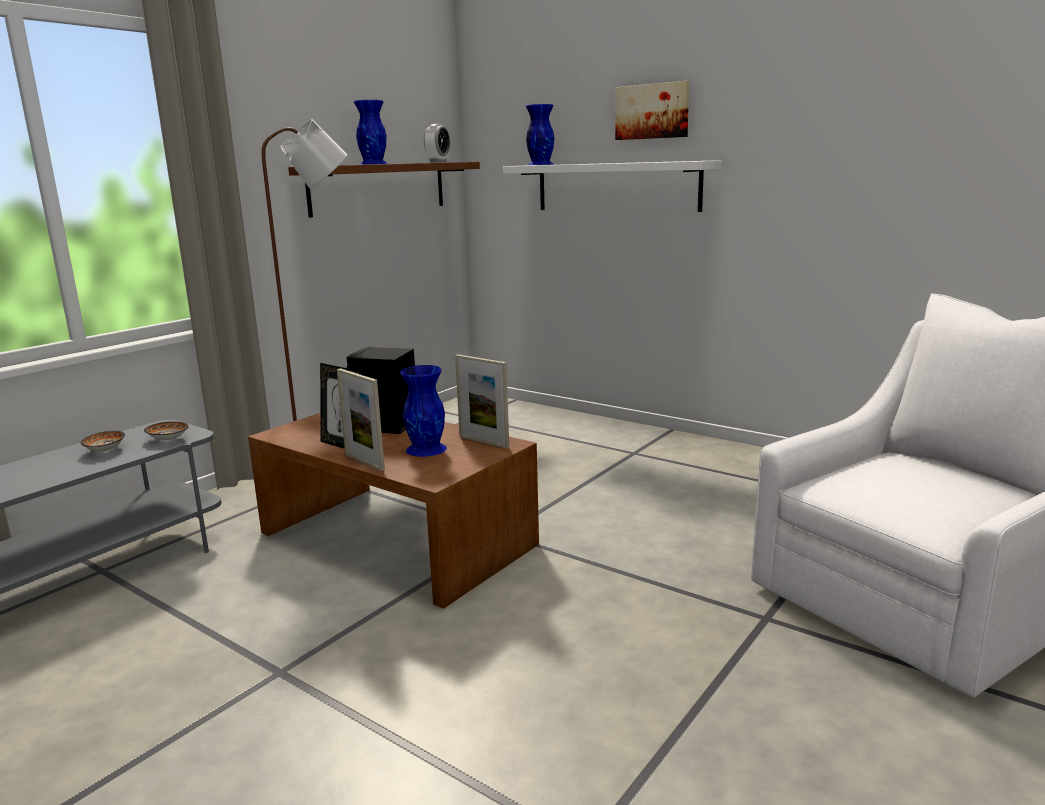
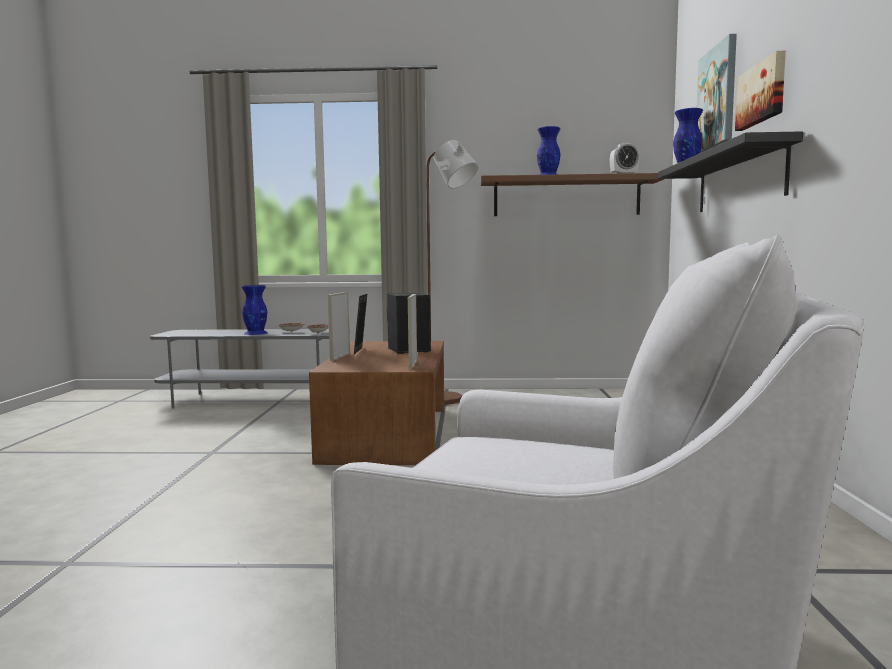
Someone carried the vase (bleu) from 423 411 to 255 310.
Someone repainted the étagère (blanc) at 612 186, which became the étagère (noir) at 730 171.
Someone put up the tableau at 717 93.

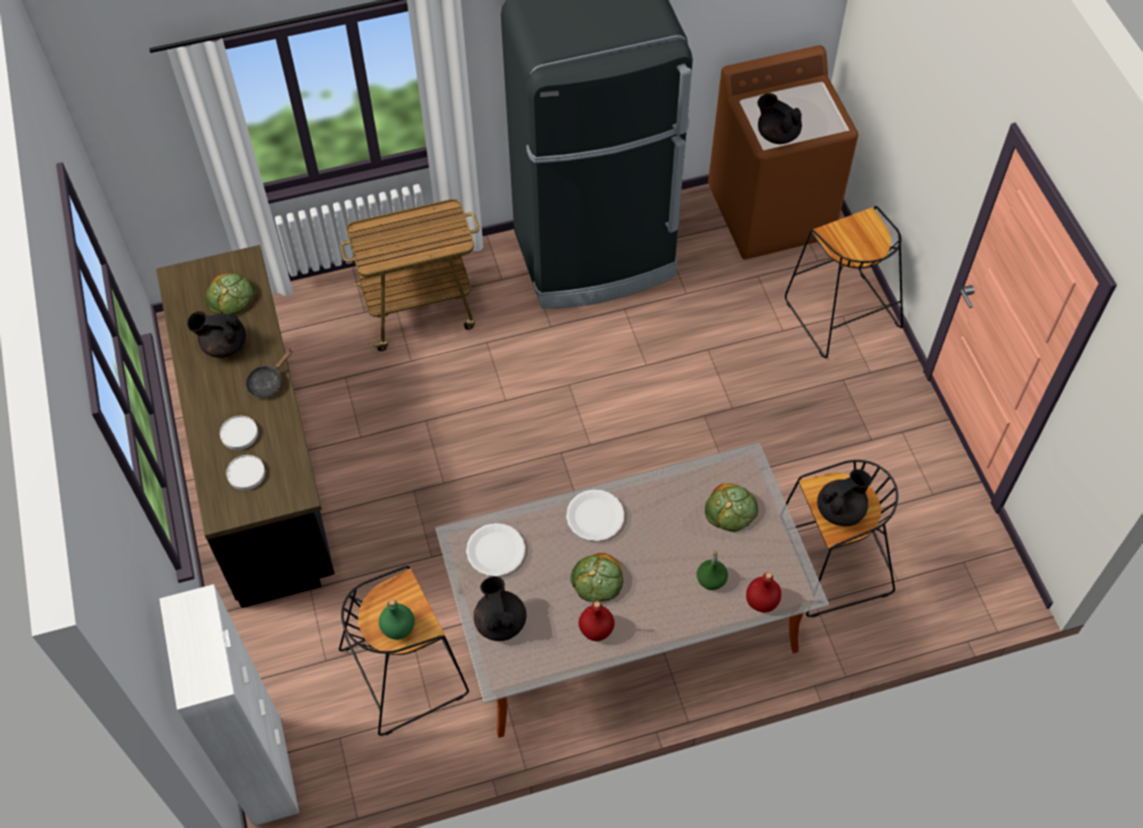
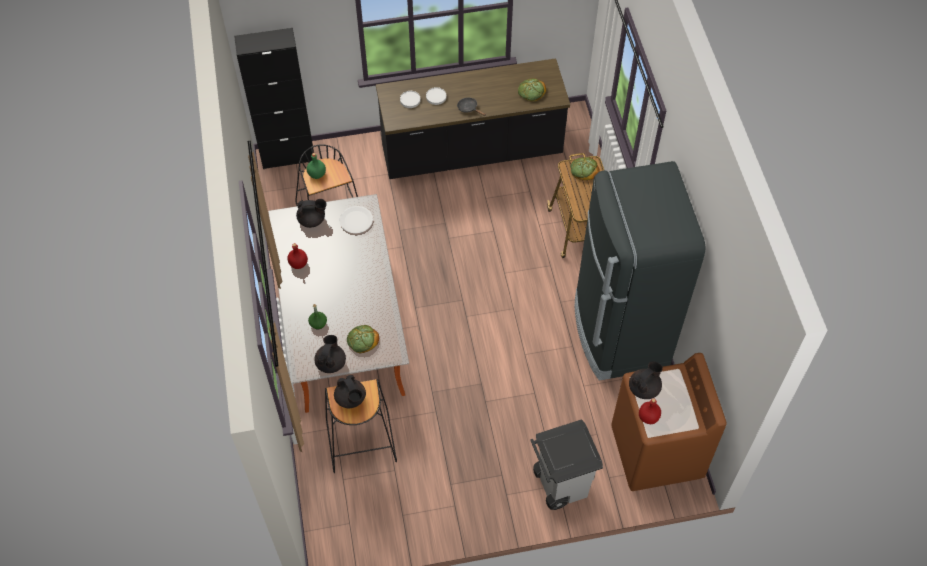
Someone repainted the meuble de rangement (blanc) at 229 705, which became the meuble de rangement (noir) at 274 98.
Someone carried the théière (noir) from 216 334 to 330 354.
Someone swapped the tabouret (noir) at 844 282 for the poubelle (gris) at 566 464.
Someone carried the pain from 596 577 to 585 168.
Someone carried the bouteille (rouge) from 763 592 to 650 411.
Someone took away the assiette (blanc) at 595 515.

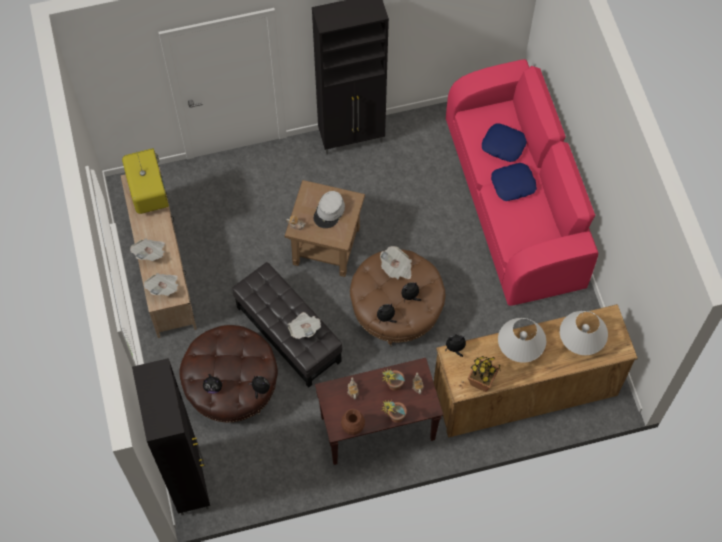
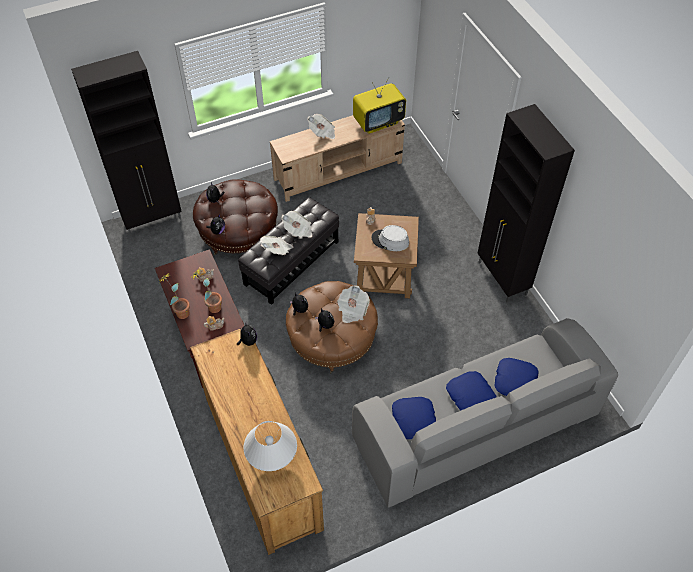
Someone carried the journal from 161 284 to 297 224.
Someone repainted the canapé (rose) at 522 182, which became the canapé (gris) at 485 413.
Someone put down the coussin (bleu) at 414 418.
Someone took away the vase (marron) at 353 422.
Someone took away the plante en pot at 484 374.
Someone took away the lampe de table (blanc) at 522 340.

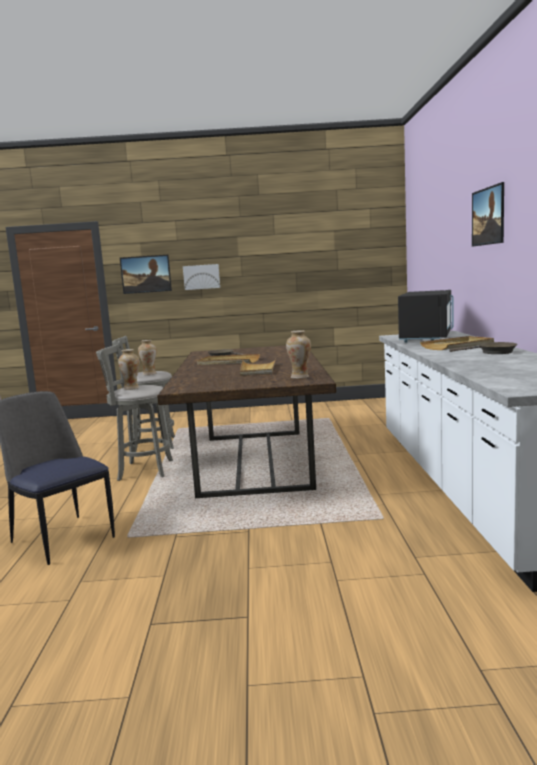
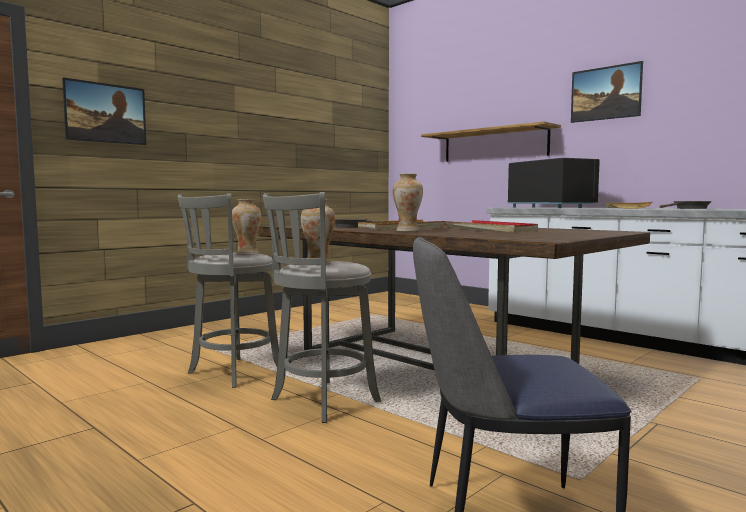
Someone carried the vase from 298 354 to 408 202.
Someone put up the étagère at 491 141.
Someone repainted the plateau (beige) at 258 367, which became the plateau (rouge) at 491 226.
Someone took away the tableau at 201 277.

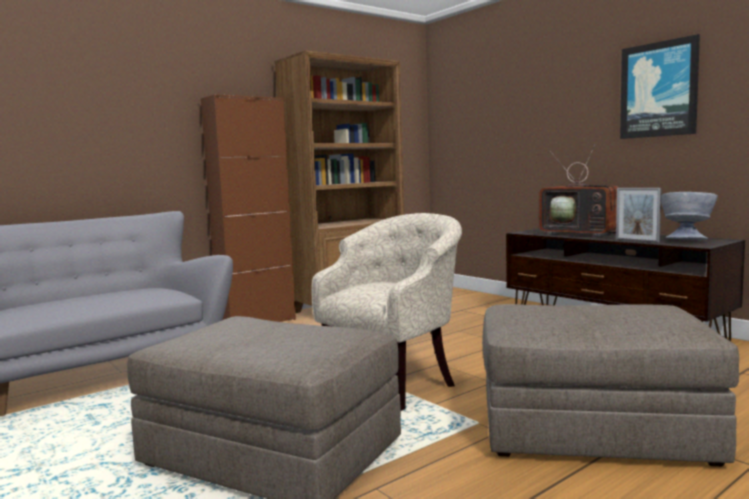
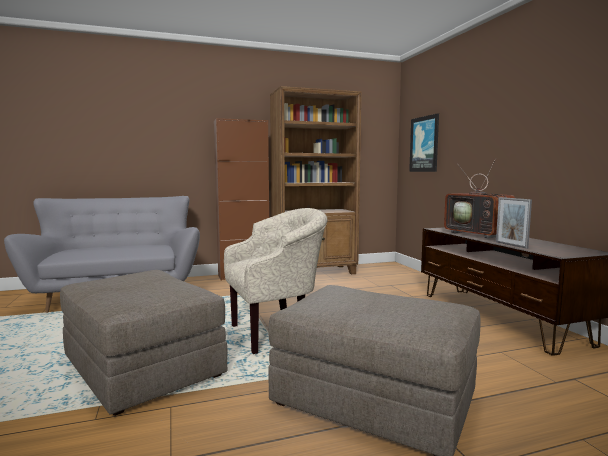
Someone carried the tableau from 660 86 to 424 142.
Someone took away the bol (gris) at 689 216.

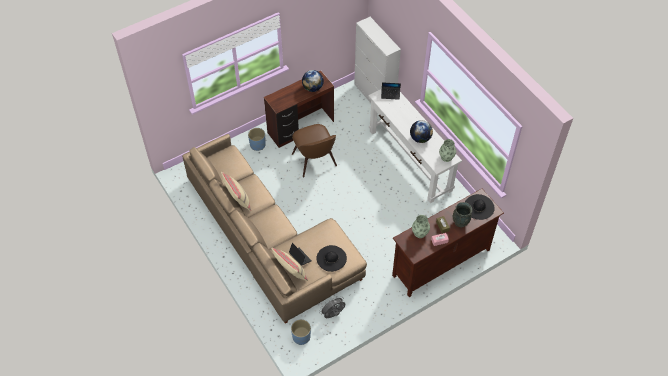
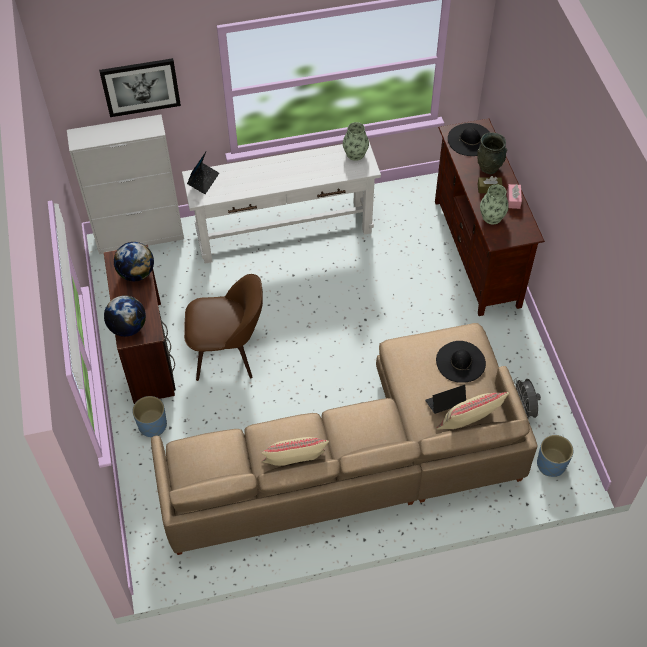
Someone put up the tableau at 140 87.
Someone carried the globe from 421 131 to 125 316.

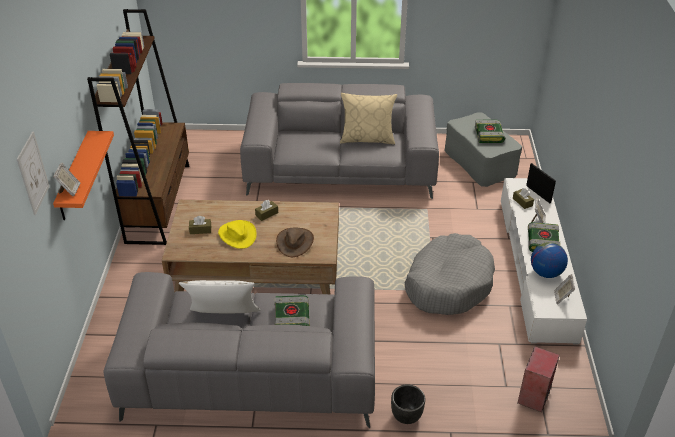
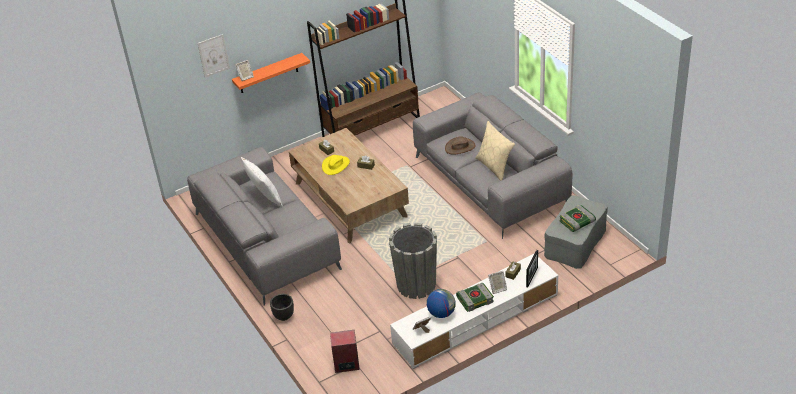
Someone swapped the panier pour chien (gris) at 450 274 for the cache-pot (gris) at 413 261.
Someone carried the chapeau (marron) from 295 242 to 460 145.
Someone took away the livre at 292 310.

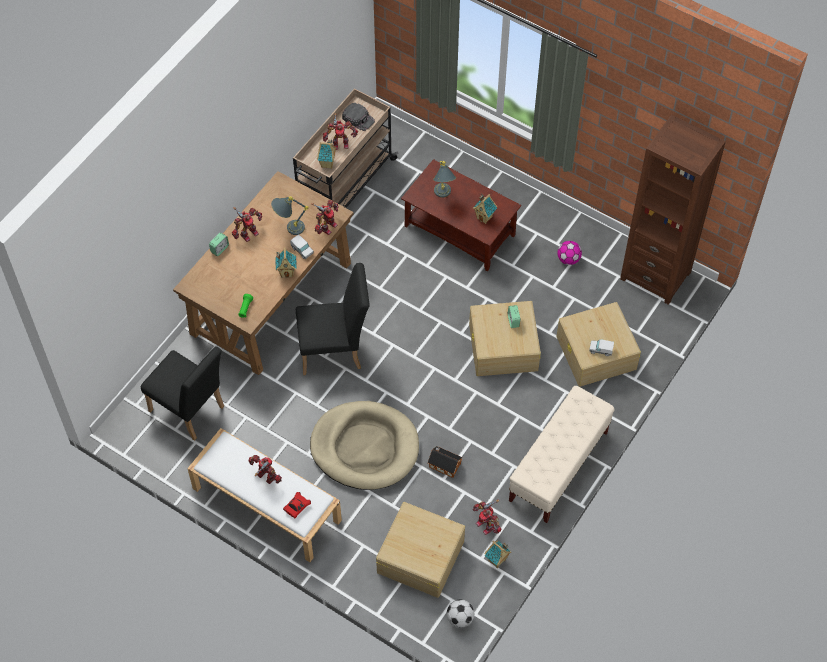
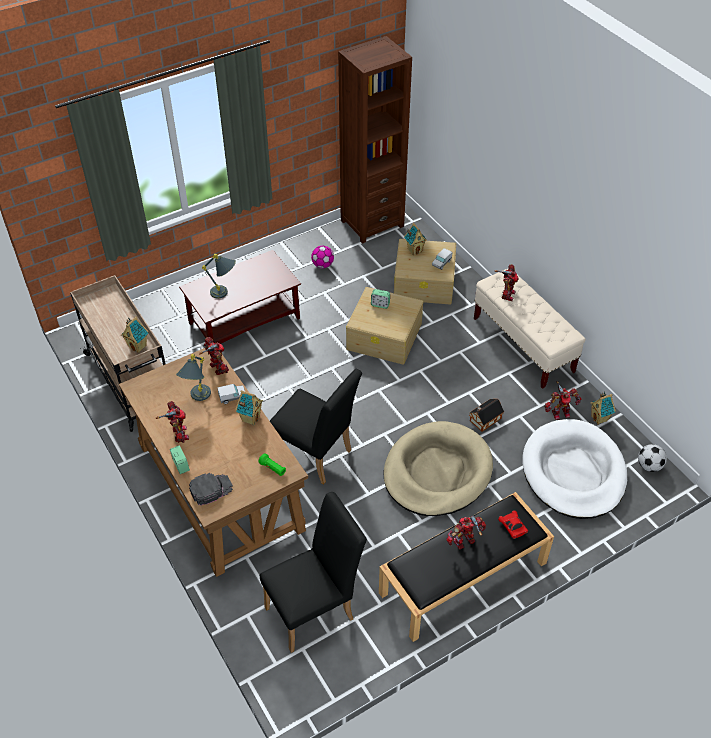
Someone carried the casquette (noir) from 358 117 to 211 489.
Someone rotated the chaise (noir) at 333 319 by 105 degrees clockwise.
Someone repainted the banc (blanc) at 264 495, which became the banc (noir) at 466 567.
Someone carried the maison miniature from 485 208 to 415 239.
Someone carried the robot jouet from 340 131 to 506 282.
Someone swapped the boîte de rangement (beige) at 420 550 for the panier pour chien (blanc) at 575 469.

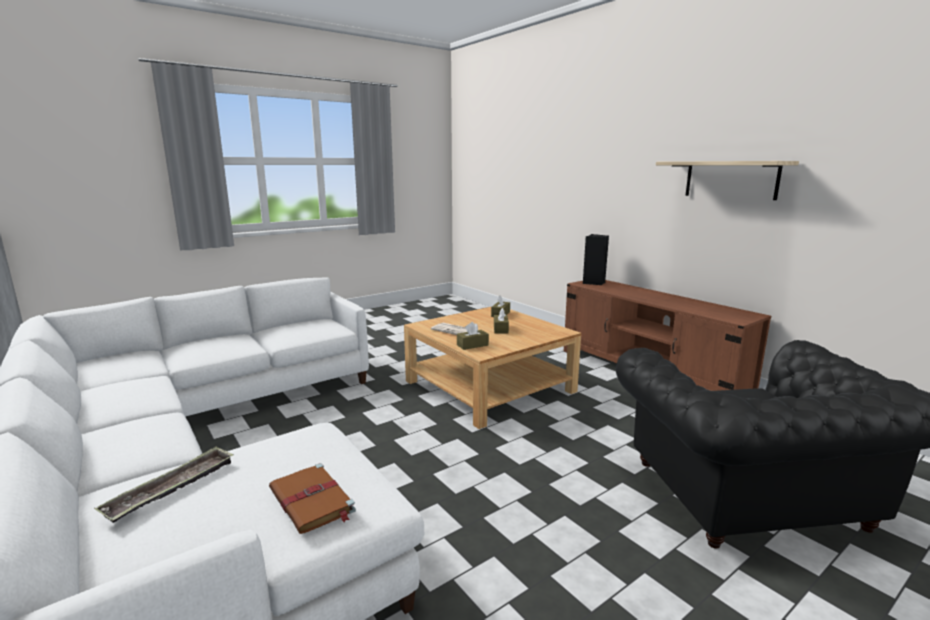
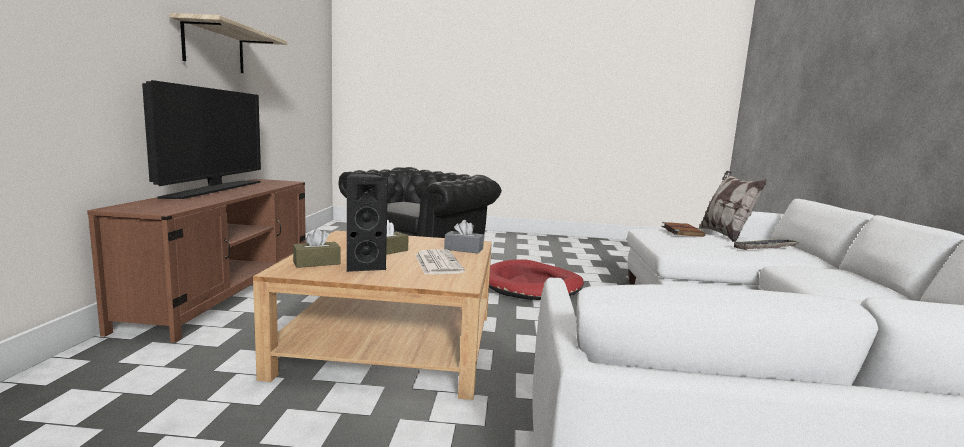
Someone put down the téléviseur at 201 139.
Someone carried the enceinte (noir) from 596 259 to 367 222.
Someone repainted the boîte à mouchoirs (marron) at 473 336, which became the boîte à mouchoirs (gris) at 464 236.
Someone put down the panier pour chien (rouge) at 536 279.
Someone put down the coussin at 733 206.

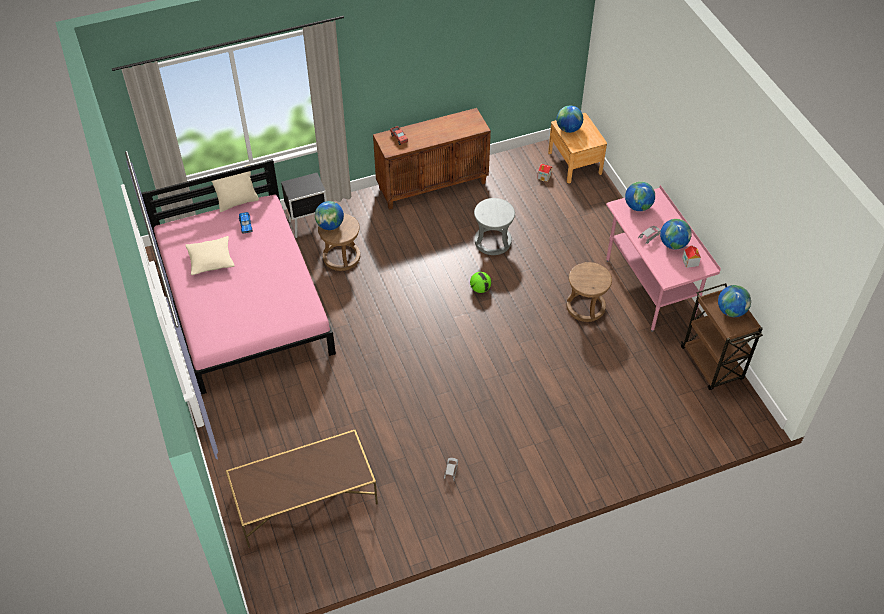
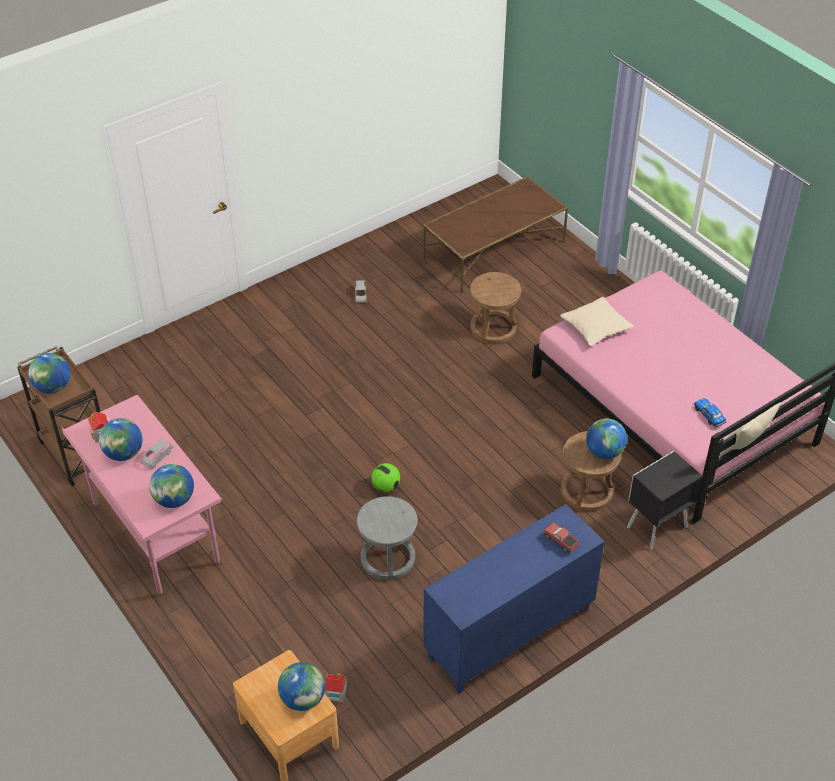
Someone repainted the meuble de rangement (marron) at 432 159, which became the meuble de rangement (bleu) at 514 599.
Someone carried the tabouret (marron) from 589 292 to 495 308.
Someone carried the coussin (beige) from 210 255 to 597 321.

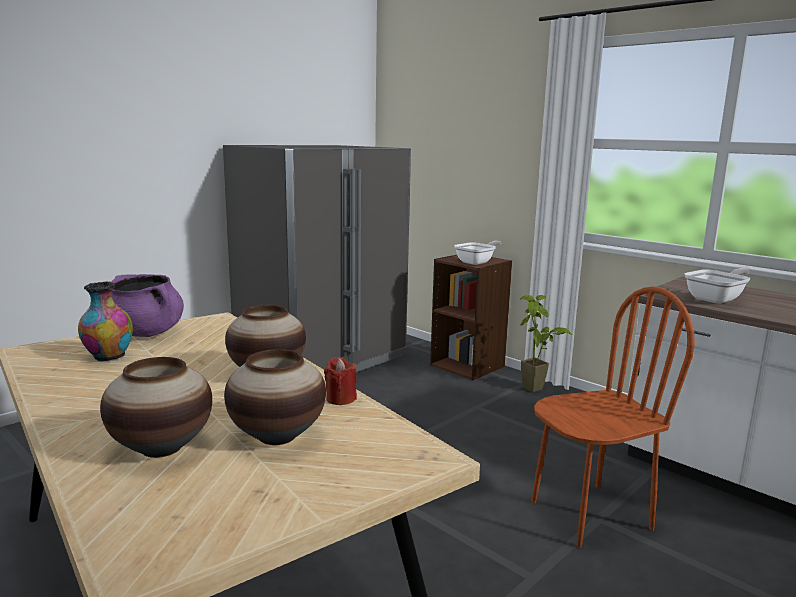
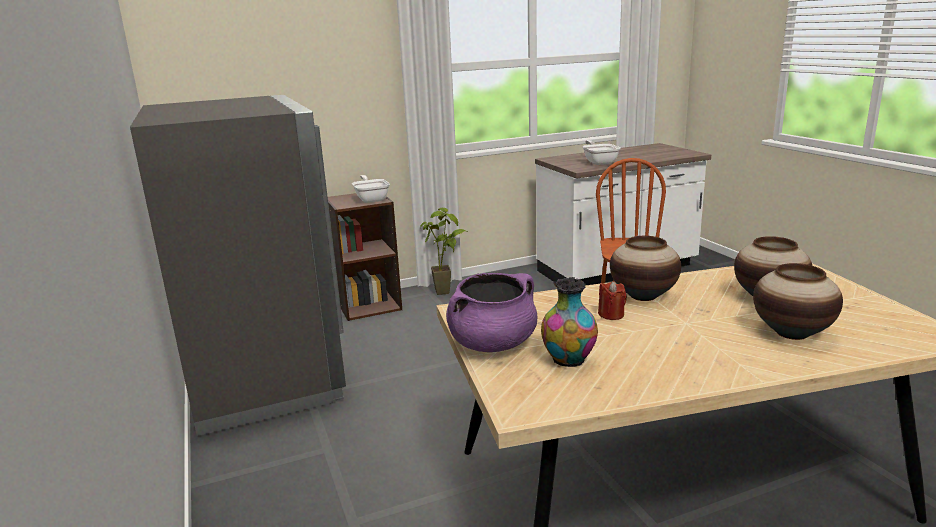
Someone carried the bougie (rouge) from 340 381 to 612 300.

